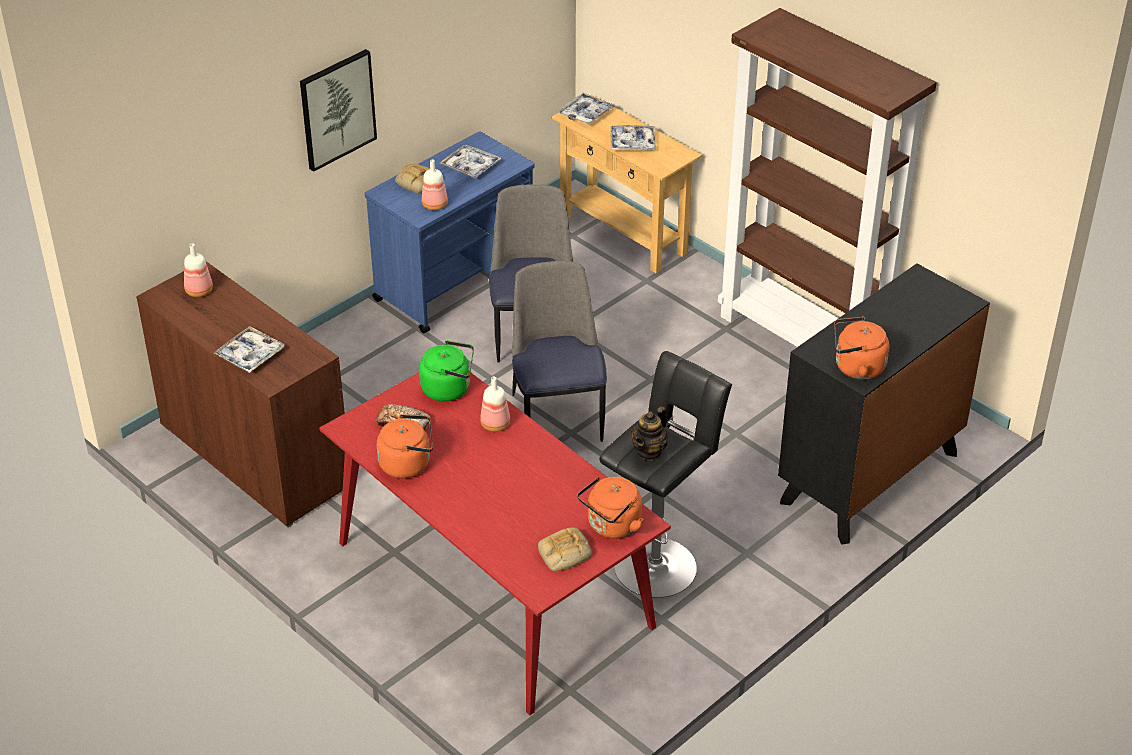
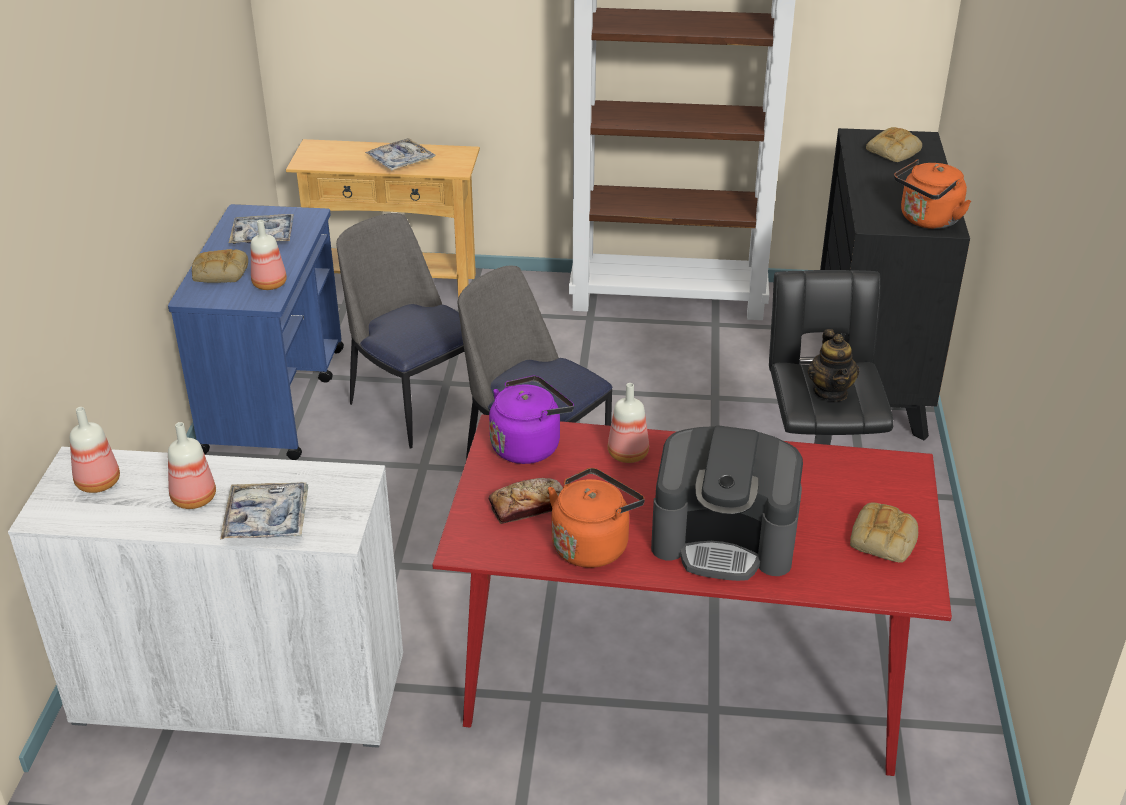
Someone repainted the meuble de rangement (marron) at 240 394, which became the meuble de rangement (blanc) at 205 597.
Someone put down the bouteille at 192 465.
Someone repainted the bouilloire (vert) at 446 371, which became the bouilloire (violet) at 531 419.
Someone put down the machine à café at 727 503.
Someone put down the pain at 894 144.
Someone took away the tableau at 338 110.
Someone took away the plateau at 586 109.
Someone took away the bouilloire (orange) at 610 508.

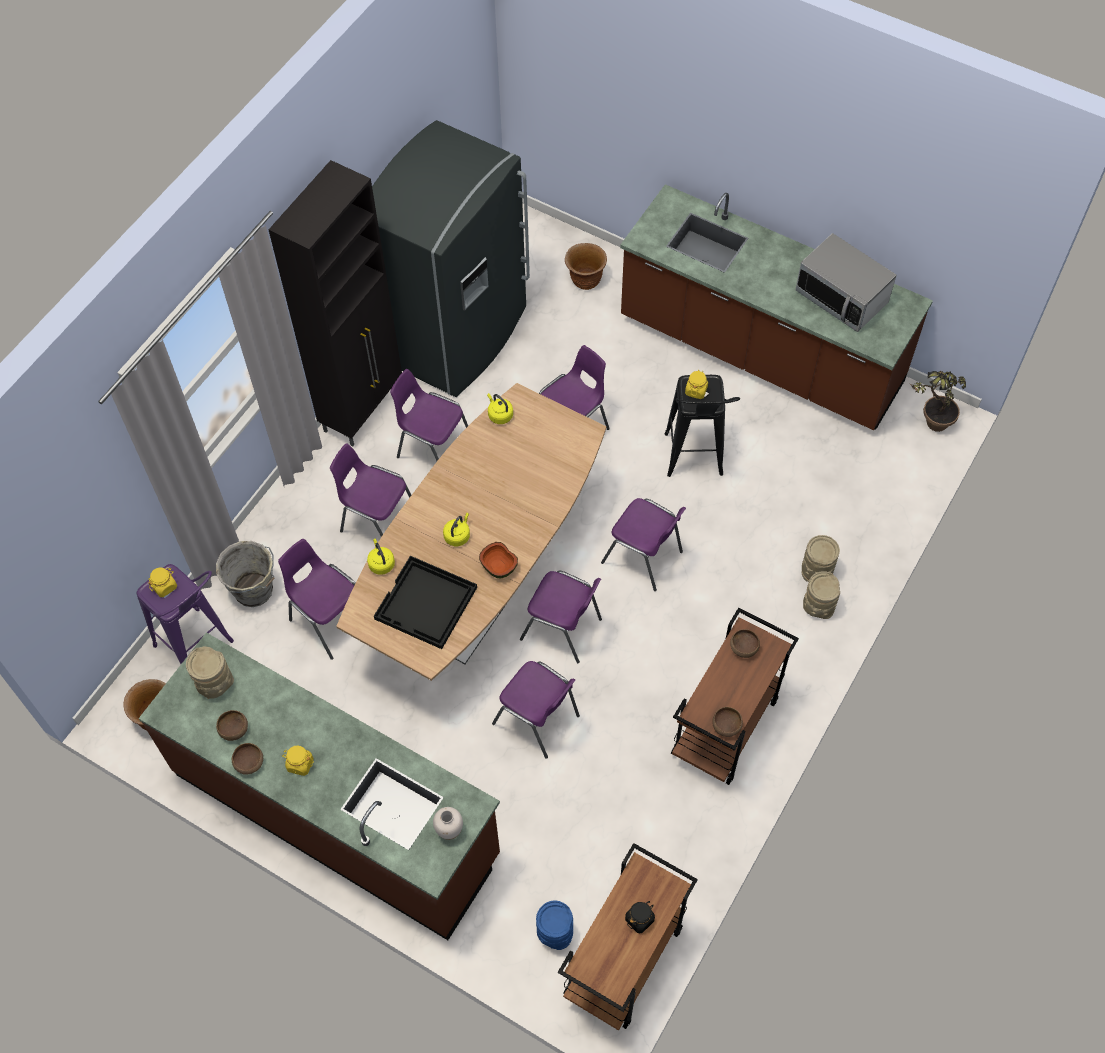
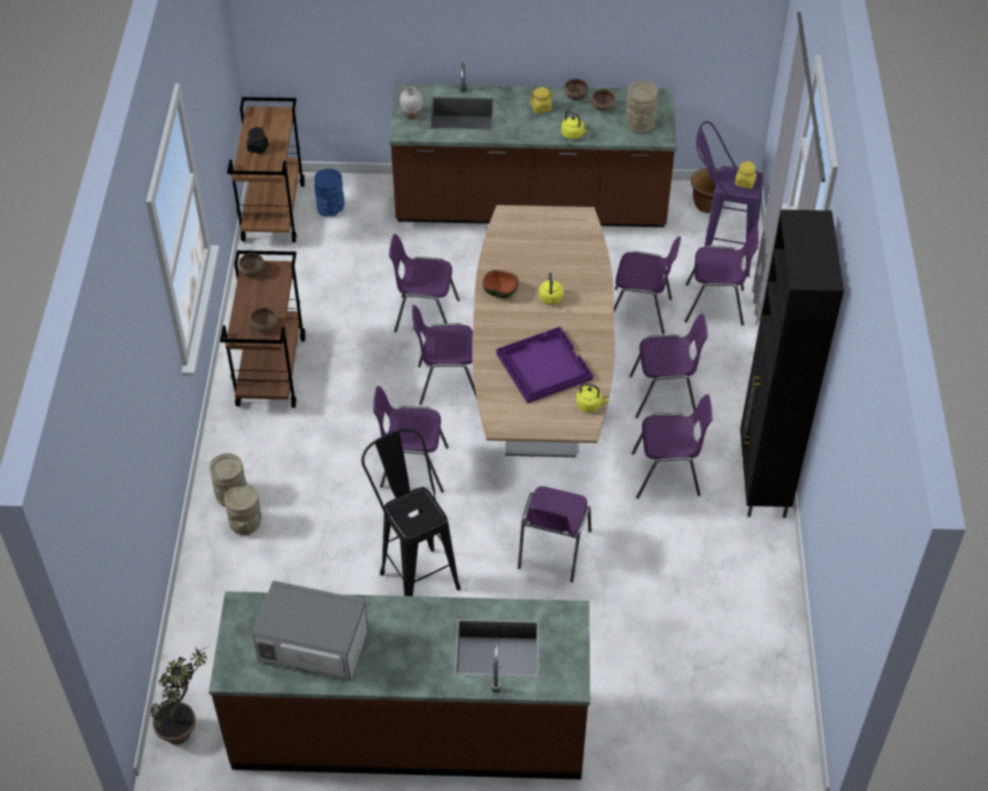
Someone put down the plateau (violet) at 544 365.
Someone carried the bouilloire (jaune) from 381 557 to 574 125.
Someone swapped the seau (gris) at 245 574 for the chaise (violet) at 721 276.
Someone took away the réfrigérateur (gris) at 451 258.
Someone took away the plateau (noir) at 425 602.
Someone took away the cache-pot (marron) at 586 266.
Someone took away the bocal (jaune) at 696 384.

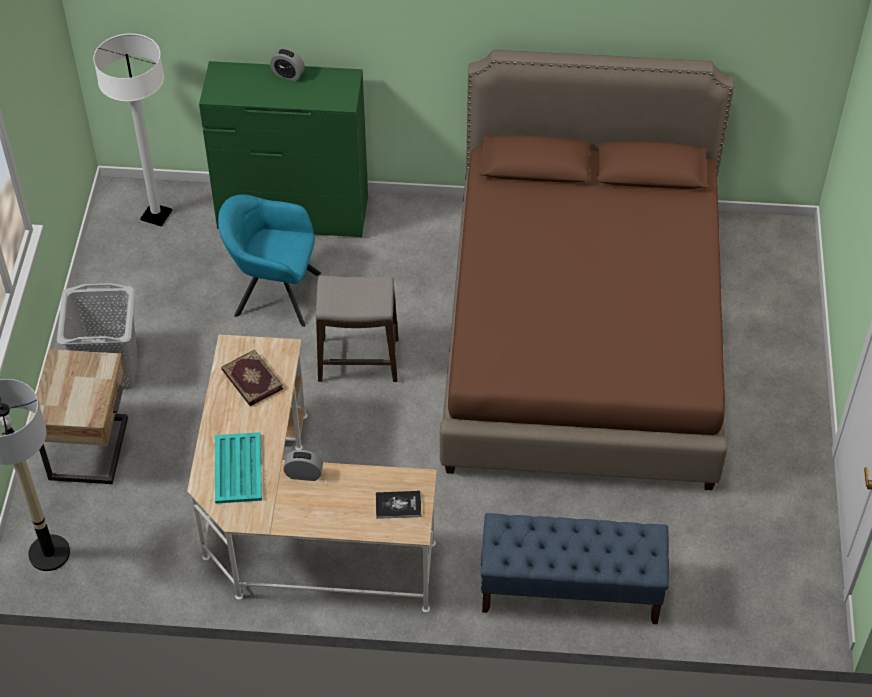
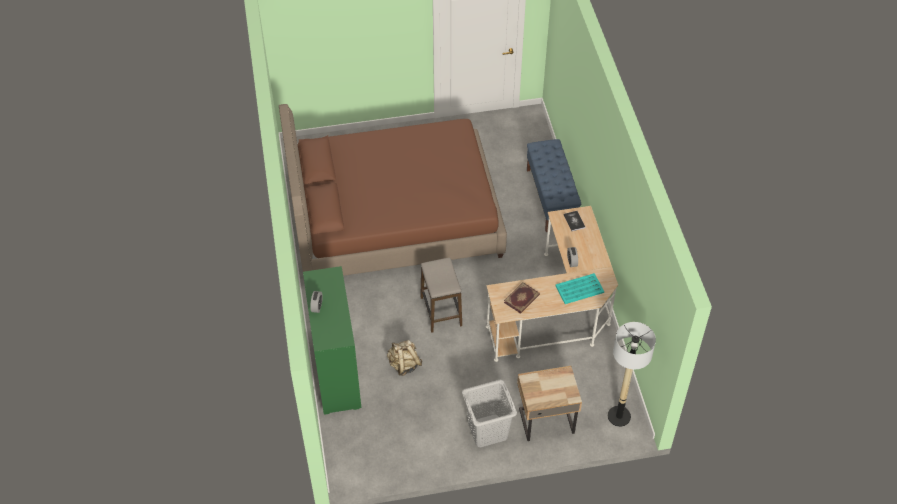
Someone swapped the fauteuil (turquoise) at 269 260 for the sac à dos (beige) at 404 358.
Someone took away the lampadaire (blanc) at 132 130.

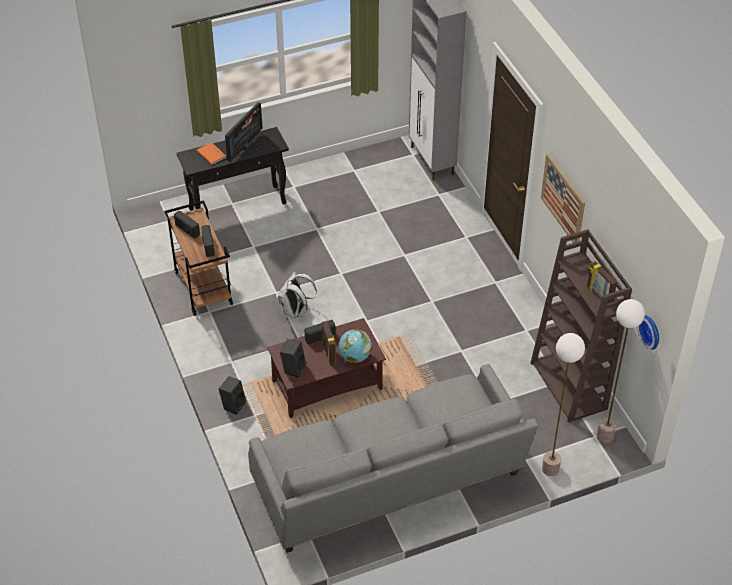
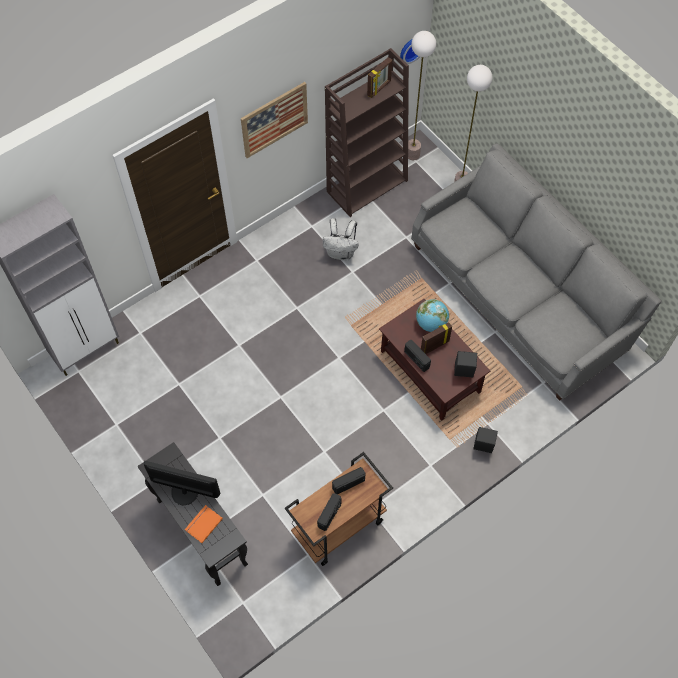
Someone carried the sac à dos (blanc) from 297 295 to 341 239.

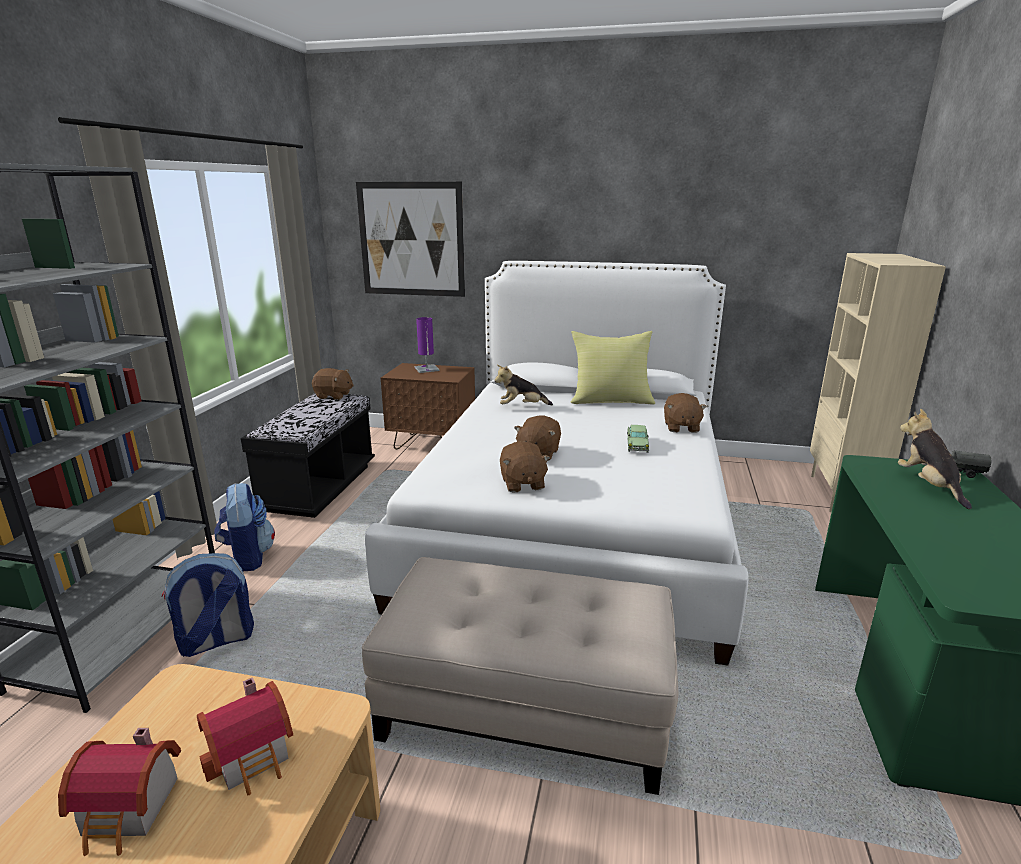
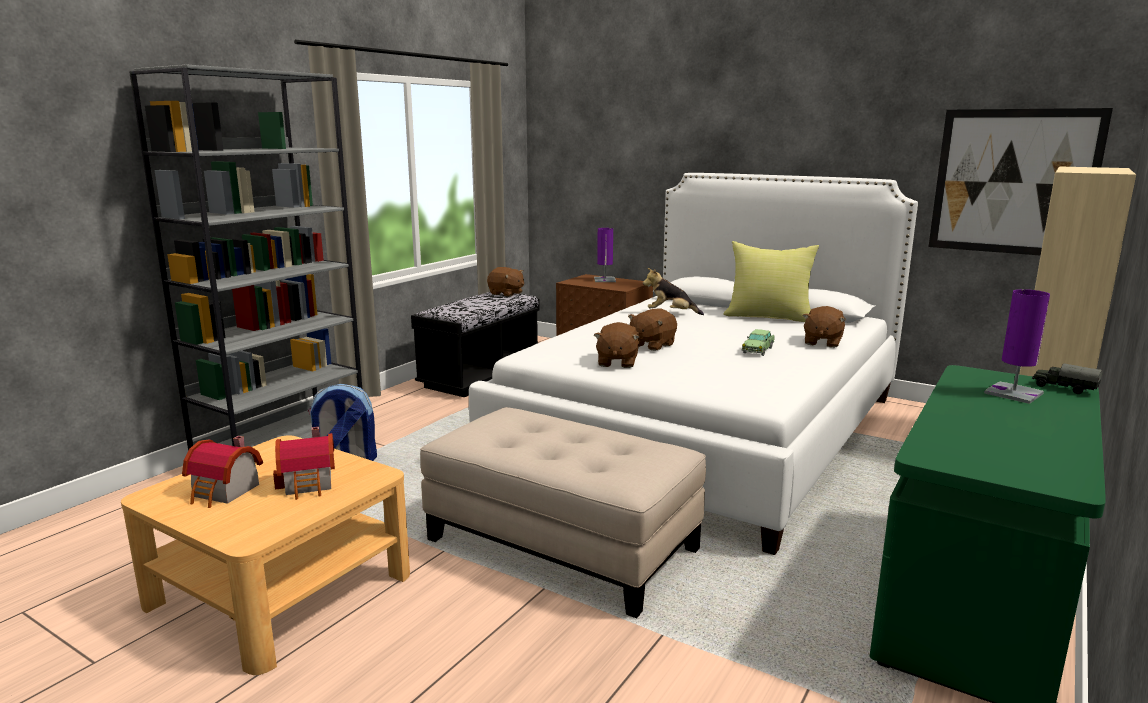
Someone carried the tableau from 410 239 to 1020 182.
Someone swapped the peluche at 935 459 for the lampe de table (violet) at 1017 346.
Someone took away the sac à dos at 244 527.

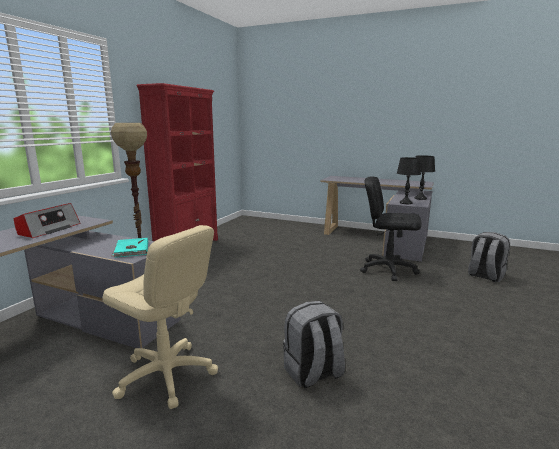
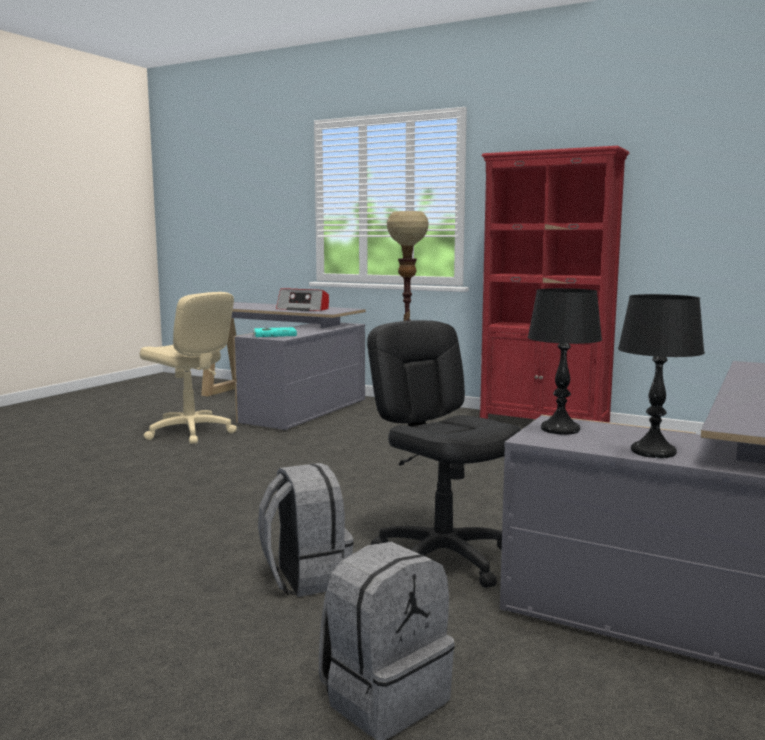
Someone rotated the chaise de bureau (beige) at 160 317 by 90 degrees counterclockwise.
Someone carried the sac à dos (gris) from 314 344 to 306 530.
Someone rotated the chaise de bureau (noir) at 391 228 by 60 degrees counterclockwise.

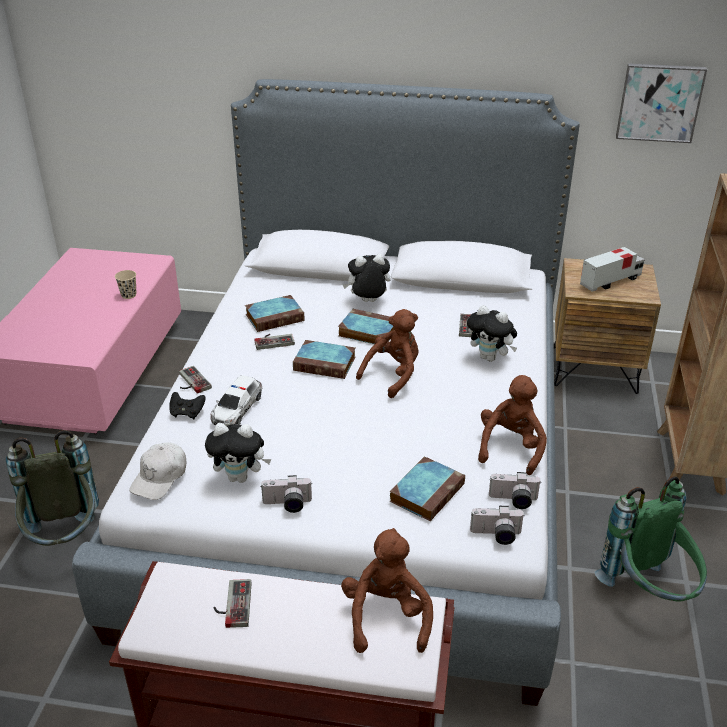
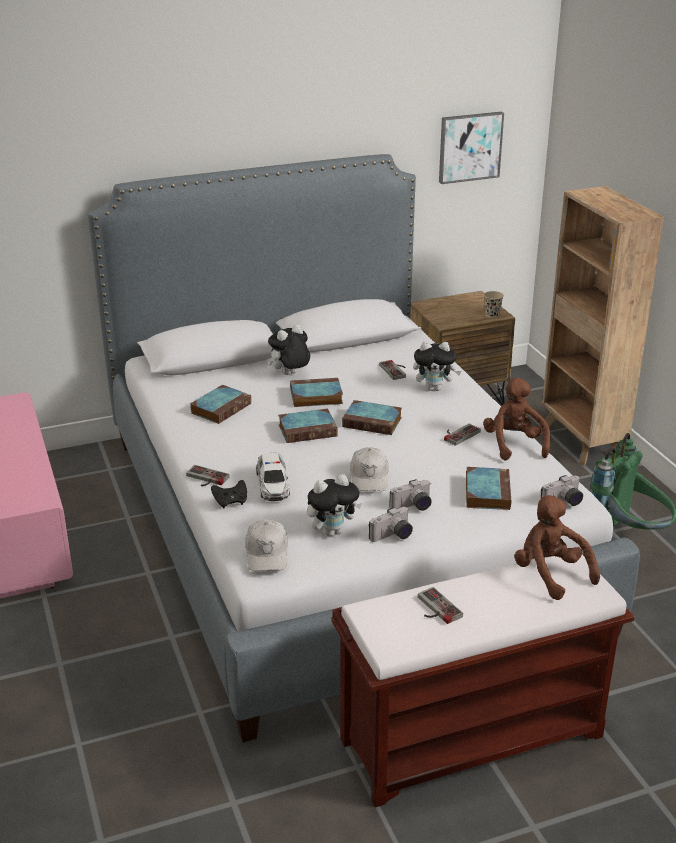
Someone swapped the peluche (marron) at 387 353 for the livre at 372 417.
Someone put down the casquette (blanc) at 369 469.
Someone carried the appareil photo from 515 490 to 410 495.
Someone carried the manette from 274 342 to 462 435.
Someone carried the tasse (beige) from 126 284 to 494 304.
Someone took away the sac à dos (gris) at 52 488.
Someone took away the camion jouet at 612 269.

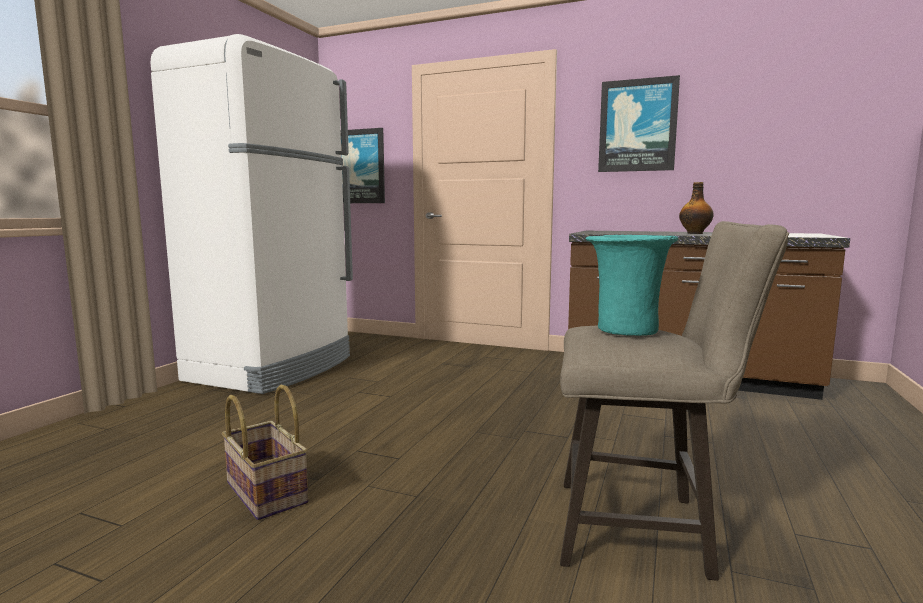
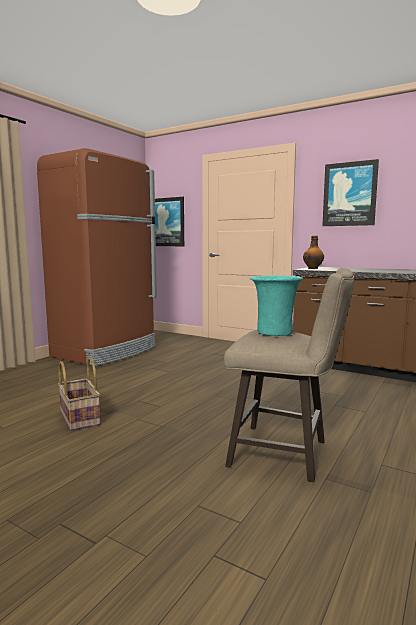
Someone repainted the réfrigérateur (blanc) at 252 214, which became the réfrigérateur (marron) at 97 257.
Someone carried the bouteille from 696 208 to 313 252.

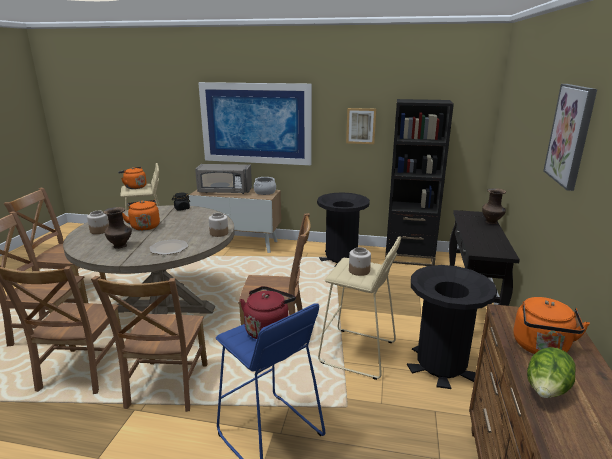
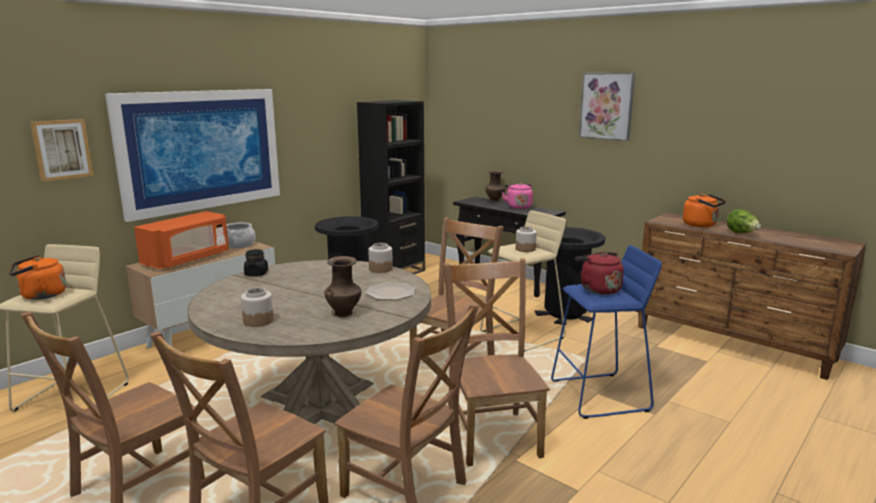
Someone carried the tableau from 361 126 to 62 150.
Someone repainted the micro-ondes (gris) at 223 179, which became the micro-ondes (orange) at 181 240.
Someone rotated the chaise (marron) at 149 344 by 135 degrees counterclockwise.
Someone put down the bouilloire (rose) at 517 196.
Someone took away the bouilloire (orange) at 141 215.

